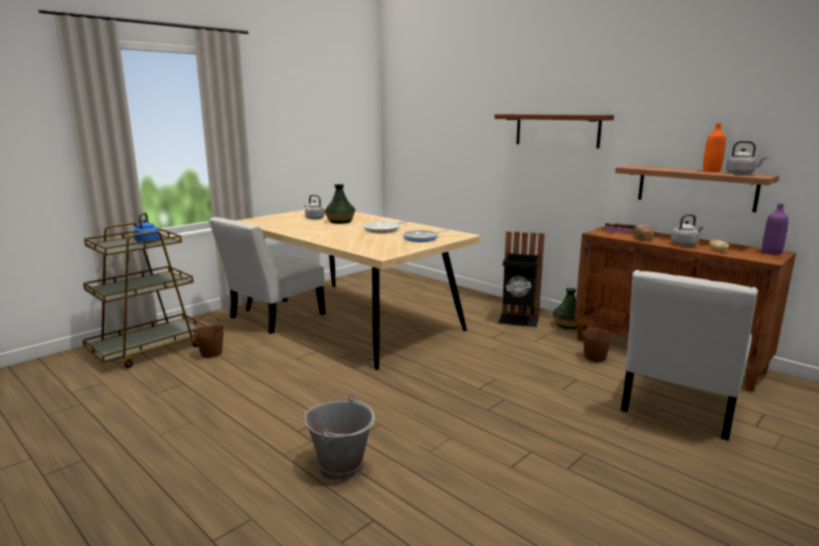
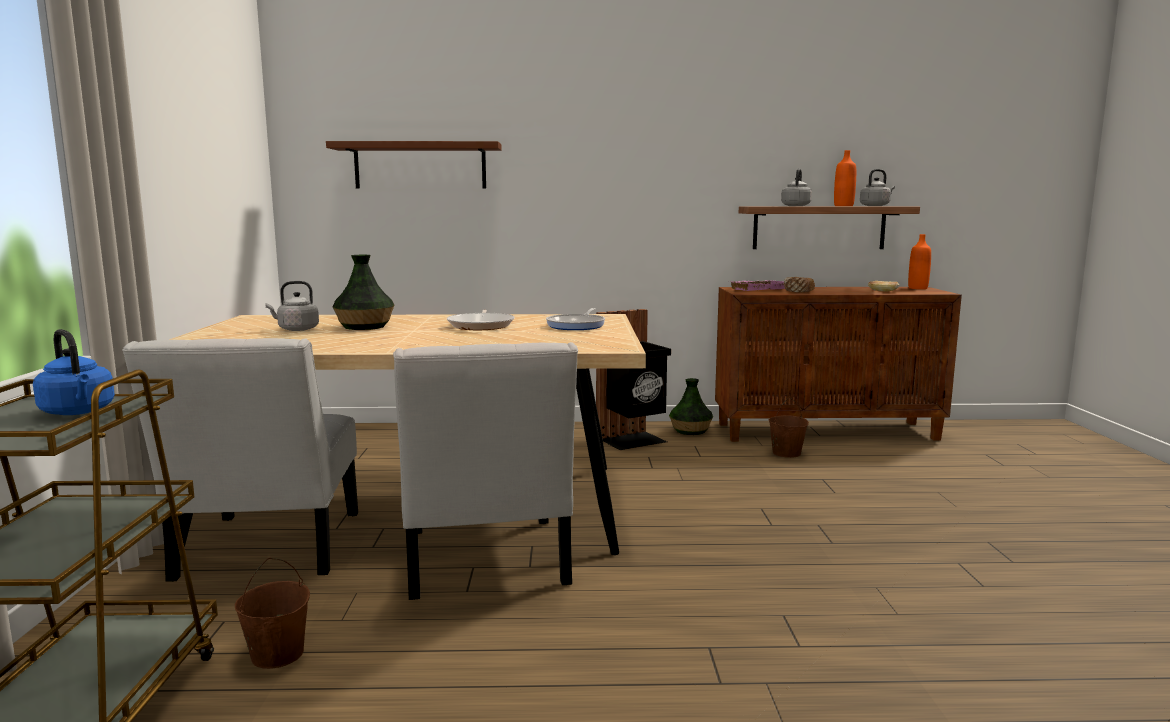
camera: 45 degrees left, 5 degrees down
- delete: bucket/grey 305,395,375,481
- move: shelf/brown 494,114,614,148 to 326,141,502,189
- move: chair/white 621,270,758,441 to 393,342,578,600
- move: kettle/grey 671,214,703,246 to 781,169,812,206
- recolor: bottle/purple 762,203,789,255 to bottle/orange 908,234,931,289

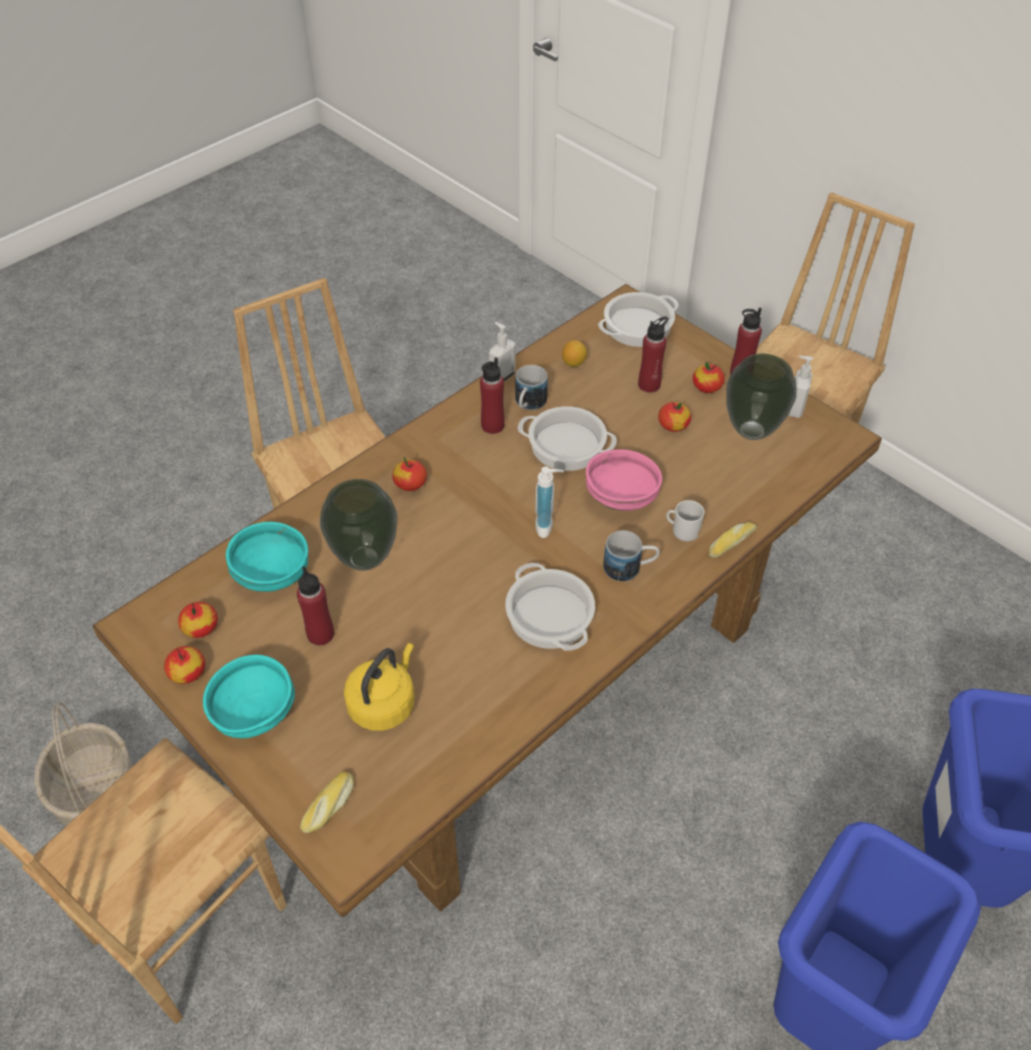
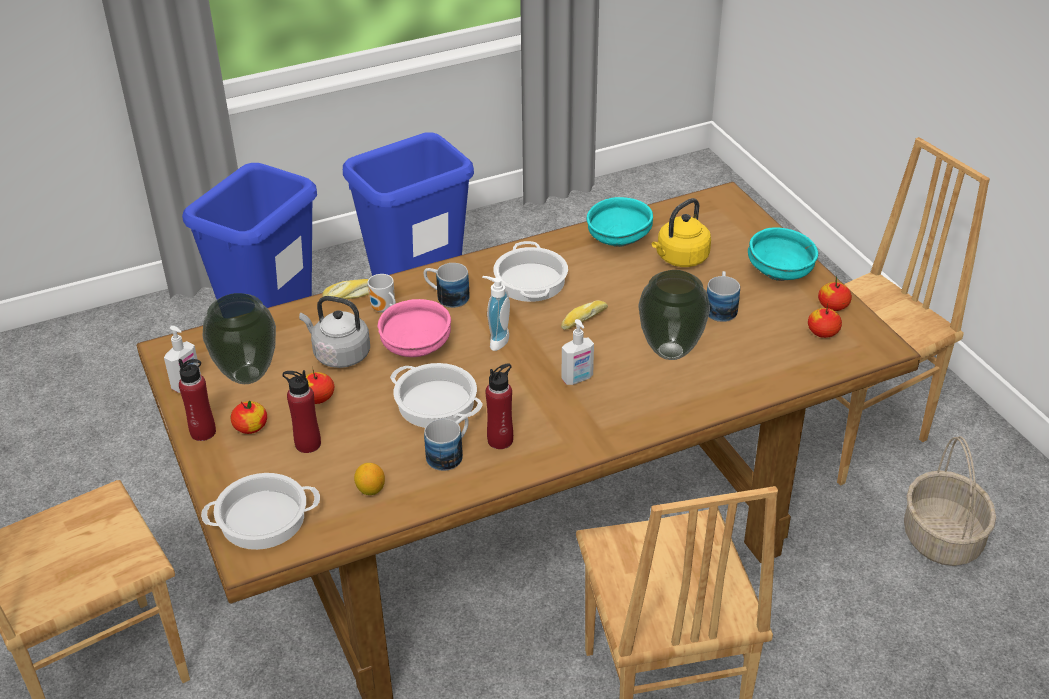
camera: 160 degrees left, 10 degrees down
- move: bowl/turquoise 226,522,308,592 to 587,197,653,247
- replace: bottle/red 297,566,334,645 to mug 707,271,740,322
- move: bread 300,772,354,833 to 561,300,608,330
- delete: apple 392,457,427,491
- move: soap dispenser 489,322,515,382 to 562,319,594,385
- insert: kettle/grey 299,296,370,368

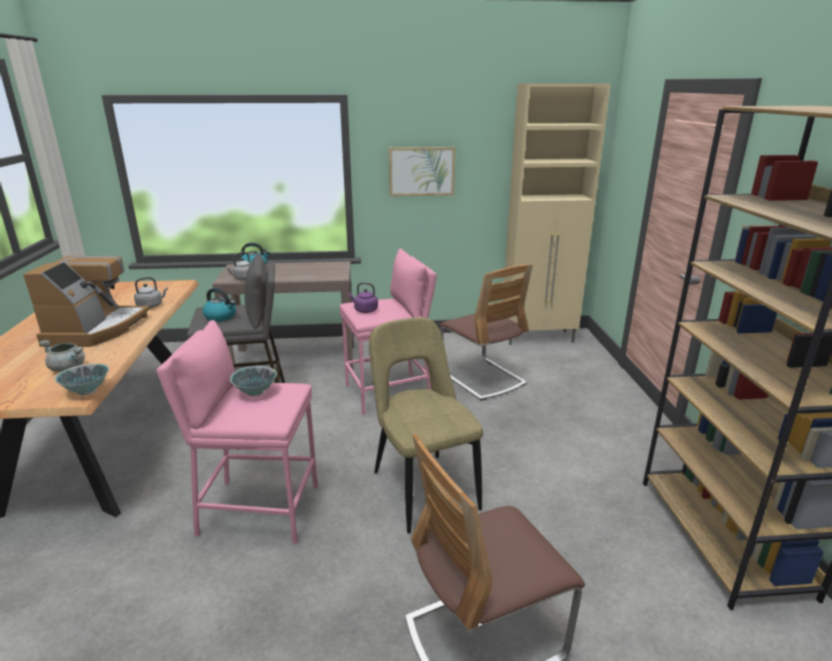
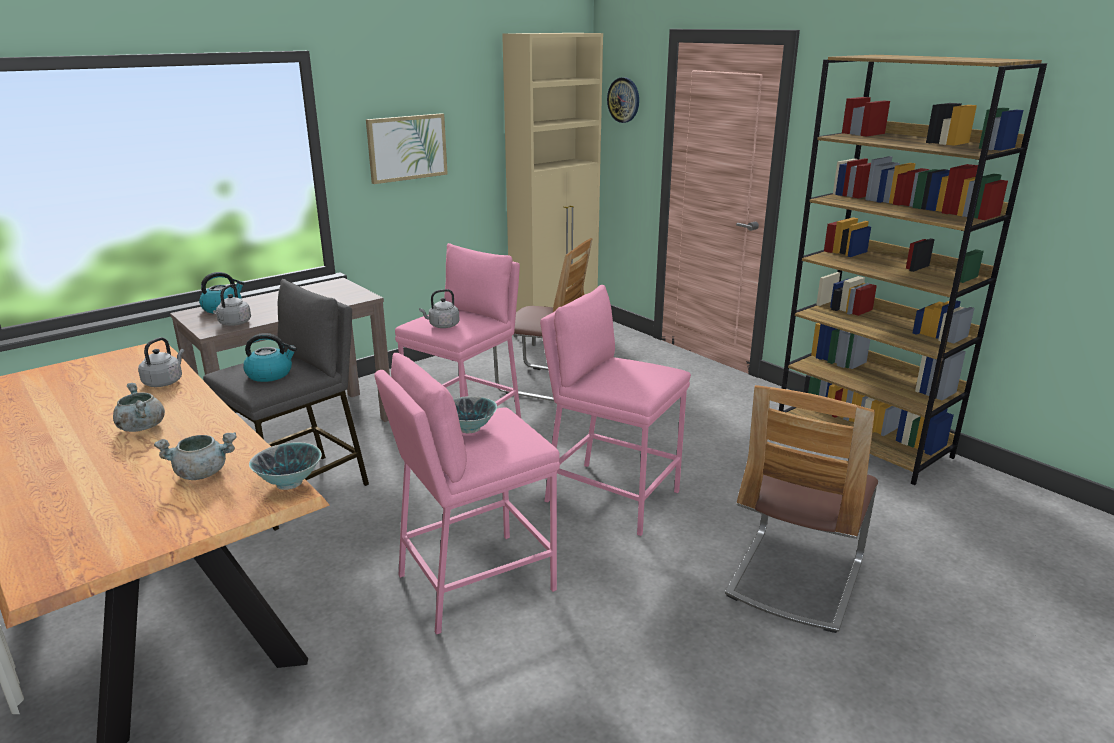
camera: 35 degrees left, 0 degrees up
- replace: coffee machine 23,256,150,347 to cooking pot/grey 113,383,165,432
- recolor: kettle/purple 349,282,378,313 to kettle/grey 419,289,460,328
- replace: chair/beige 369,317,483,533 to stool/pink 540,285,691,536
- insert: wall clock 607,77,639,123

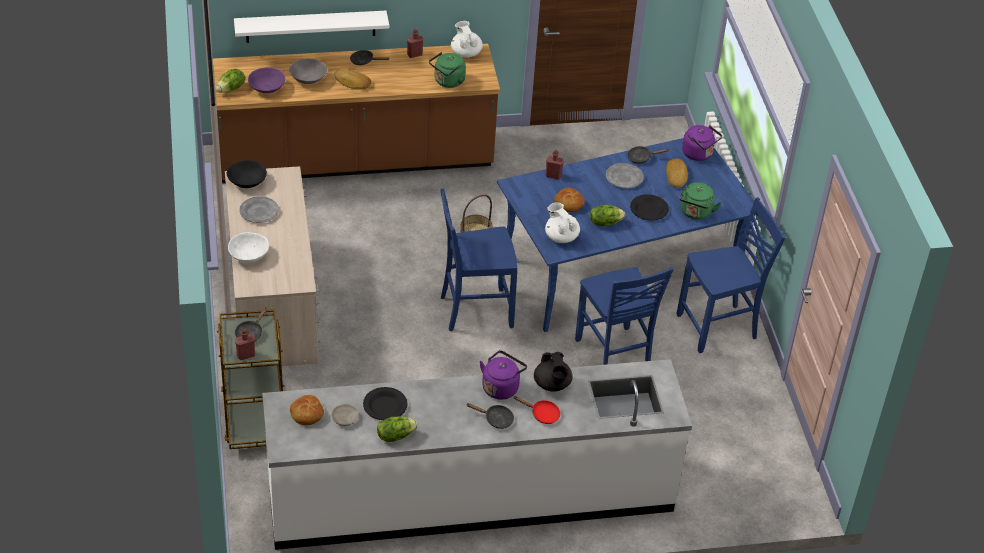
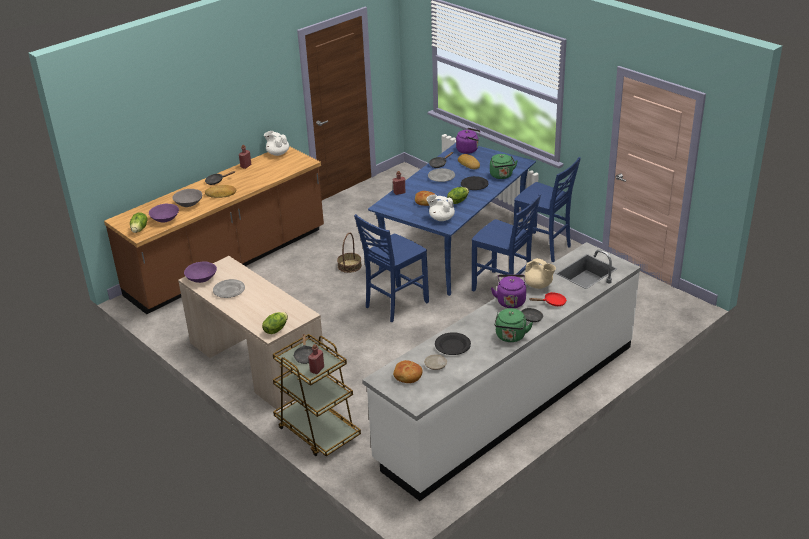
camera: 30 degrees left, 10 degrees down
- recolor: bowl/black 227,160,267,188 to bowl/purple 184,261,217,283
- delete: bowl/white 228,232,269,262
- delete: shelf/white 234,11,389,43
- move: lettuce 377,416,417,442 to 262,312,288,334
- move: kettle/green 429,52,466,88 to 494,308,533,342
- recolor: teapot/black 534,352,573,392 to teapot/beige 524,258,556,289
- rotate: chair/blue 676,197,785,353 = 514,157,581,262 90 degrees clockwise

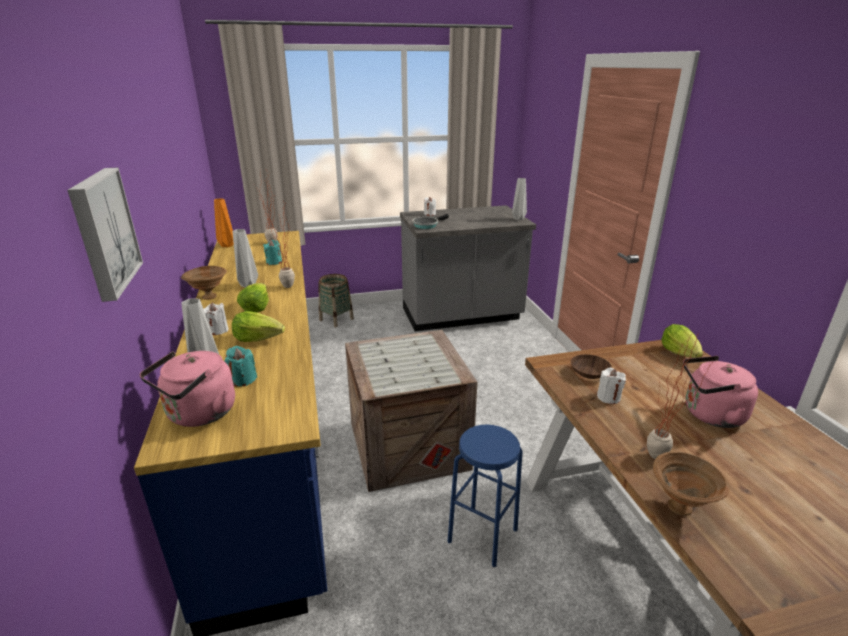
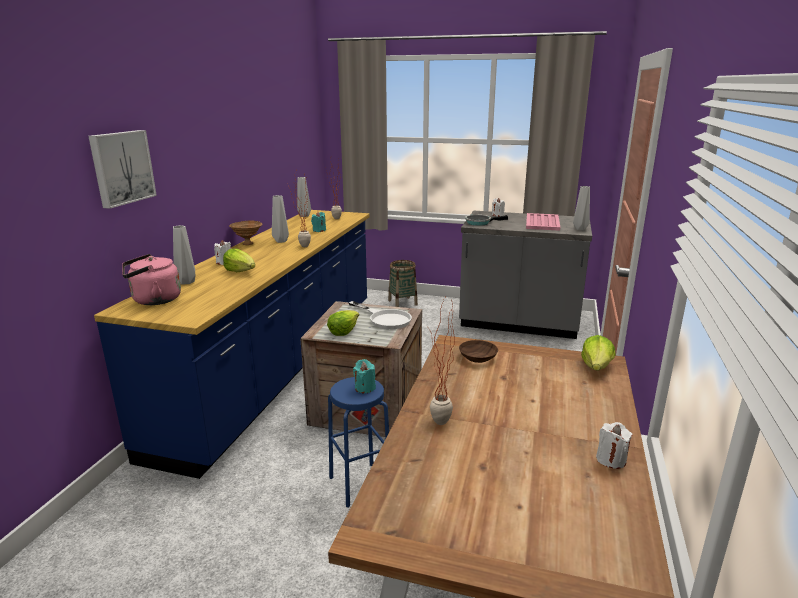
camera: 30 degrees right, 5 degrees down
- recolor: vase/orange 214,198,233,247 to vase/grey 297,177,311,217
- move: candle/turquoise 225,346,257,387 to 353,359,376,394
- move: lettuce 237,283,269,312 to 327,310,359,336
- move: candle/white 597,368,626,404 to 596,422,632,469
- delete: bowl/brown 653,452,730,516
- delete: kettle/pink 683,356,758,428
- insert: frying pan/white 349,301,412,329
- insert: tray/pink 526,213,560,231

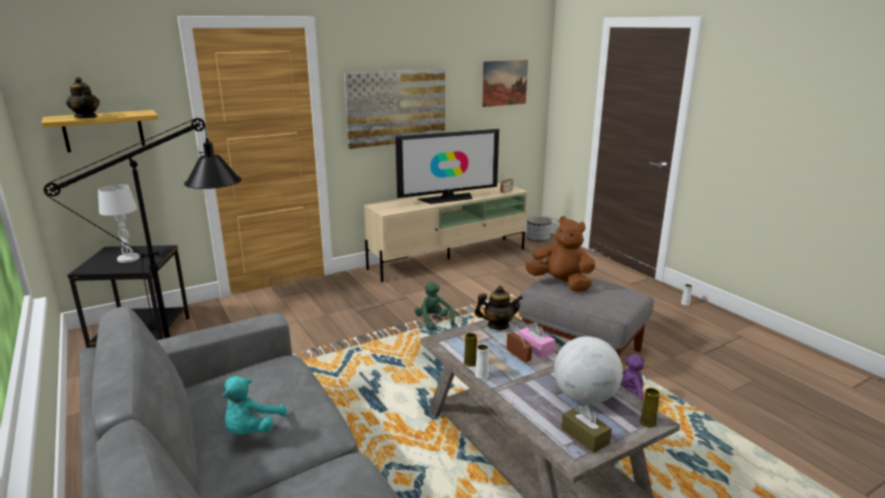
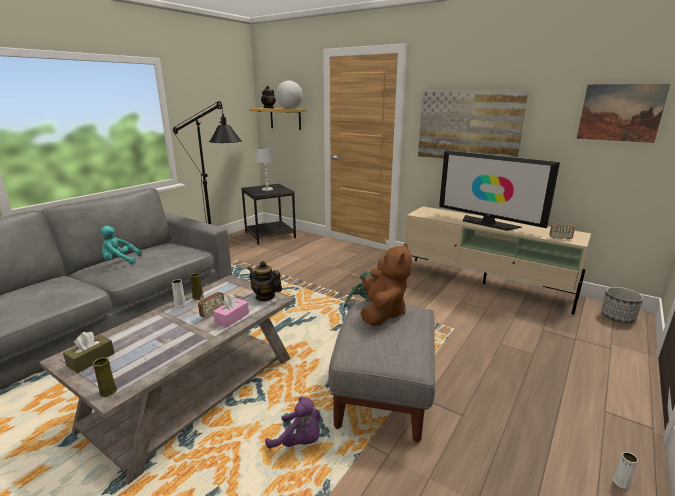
camera: 65 degrees right, 0 degrees up
- rotate: teapot 475,286,523,330 = 247,261,282,301 150 degrees clockwise
- move: globe 554,336,623,404 to 276,80,303,109

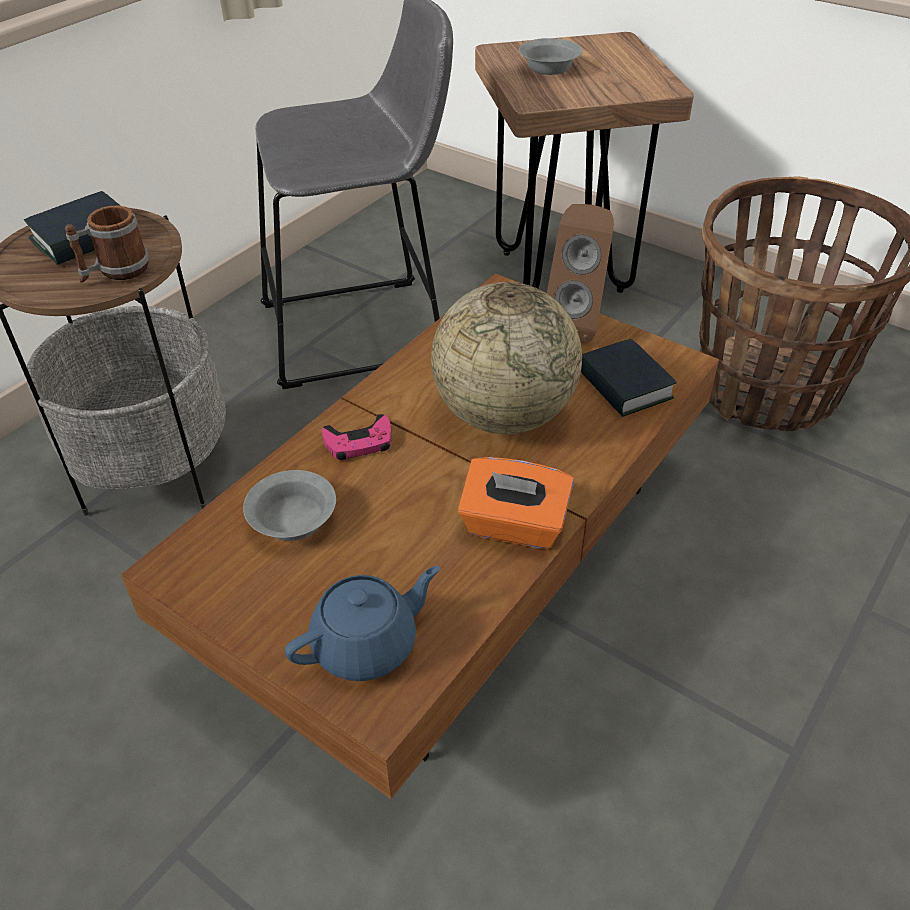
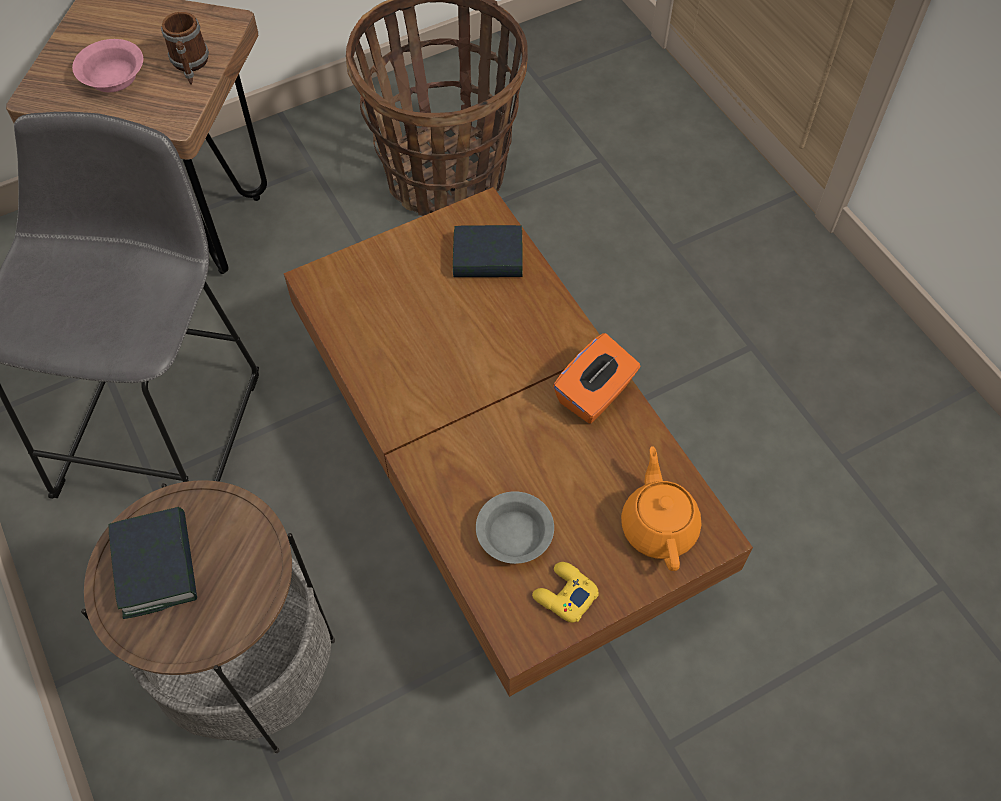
camera: 65 degrees left, 15 degrees up
- move: mug 65,206,149,283 to 161,12,209,84
- recolor: teapot/blue 285,566,440,681 to teapot/orange 621,446,702,571
- delete: game controller/pink 322,414,391,460
- delete: globe 431,282,582,434
- recolor: bowl/grey 519,38,583,75 to bowl/pink 72,39,143,92
- delete: speaker/brown 547,204,614,344
- insert: game controller/yellow 532,562,599,623

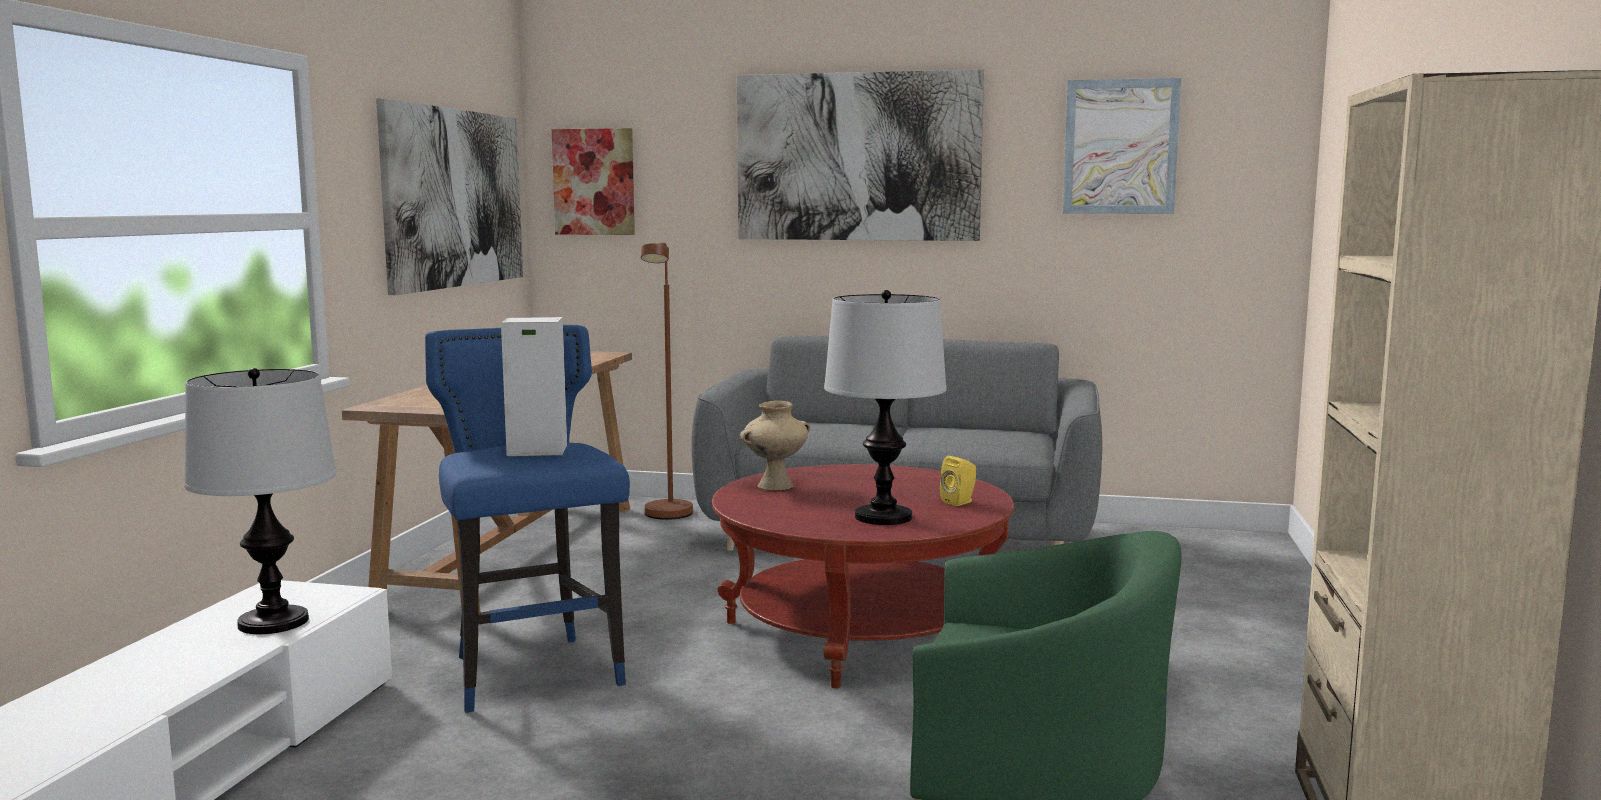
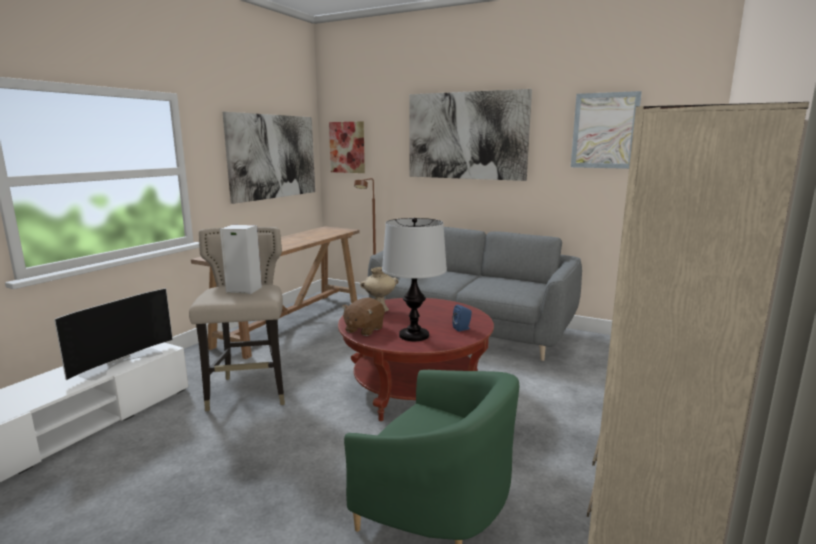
camera: 15 degrees right, 5 degrees up
- replace: table lamp 184,368,337,634 to television 54,288,173,380
- recolor: stool/blue 425,325,630,713 to stool/beige 189,227,285,411
- recolor: speaker/yellow 940,456,976,506 to speaker/blue 452,304,472,332
- insert: plush toy/brown 342,298,385,336

